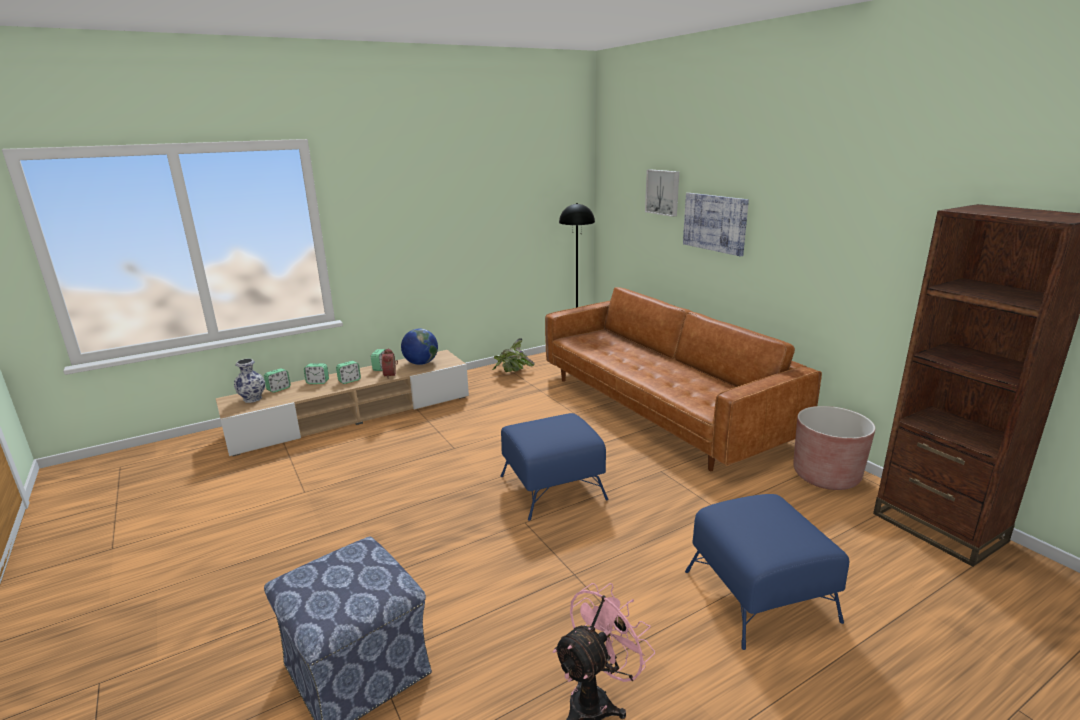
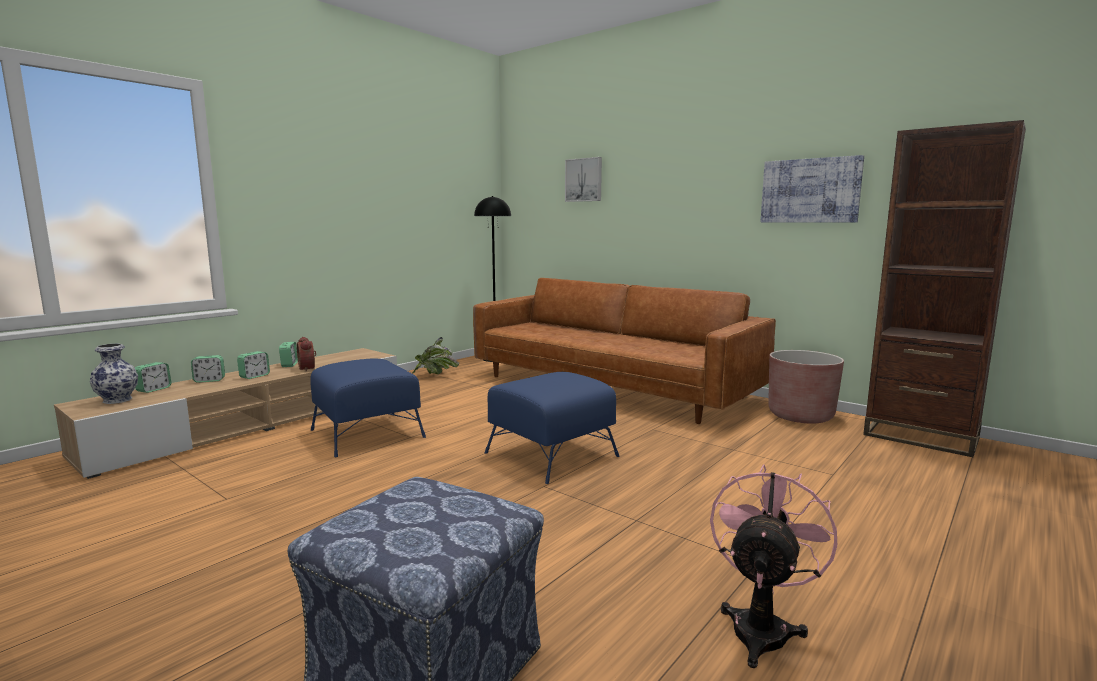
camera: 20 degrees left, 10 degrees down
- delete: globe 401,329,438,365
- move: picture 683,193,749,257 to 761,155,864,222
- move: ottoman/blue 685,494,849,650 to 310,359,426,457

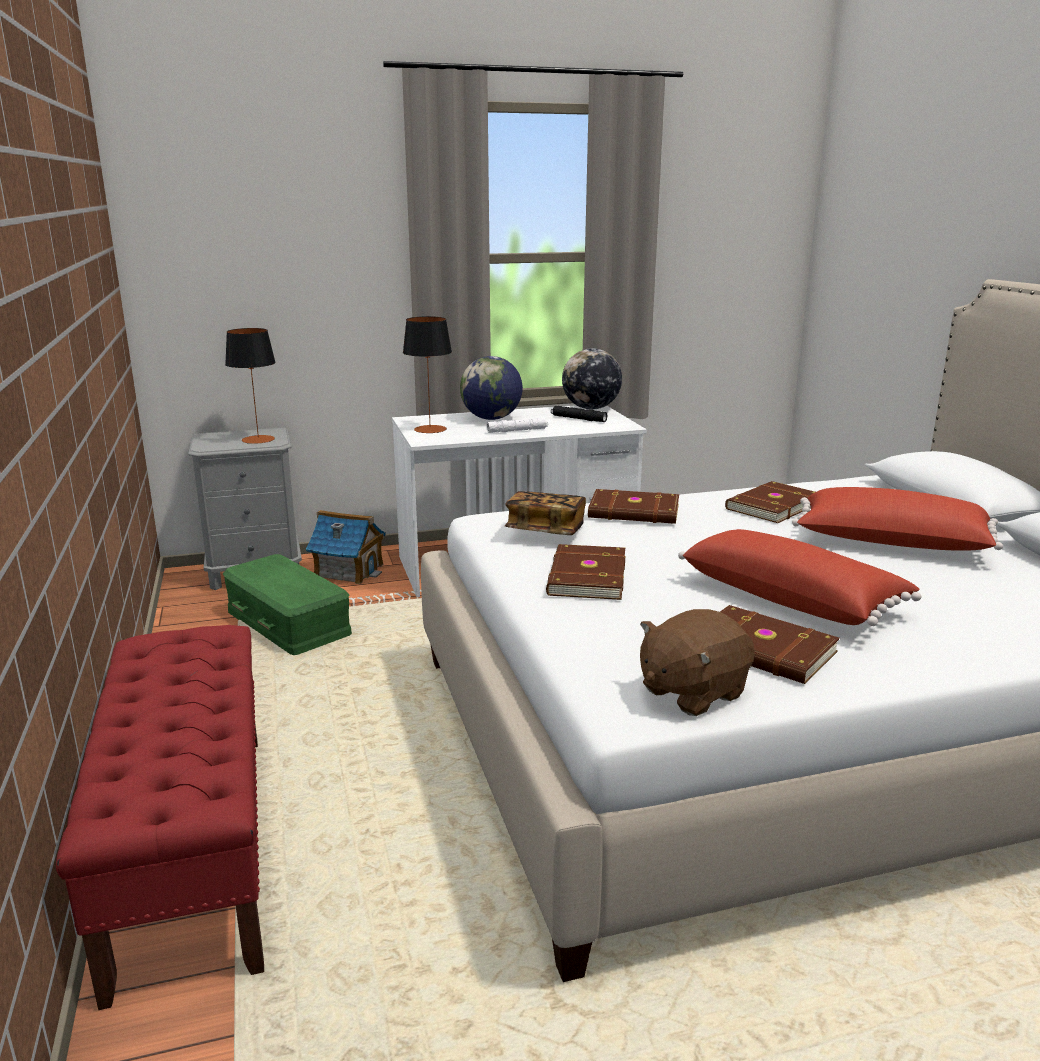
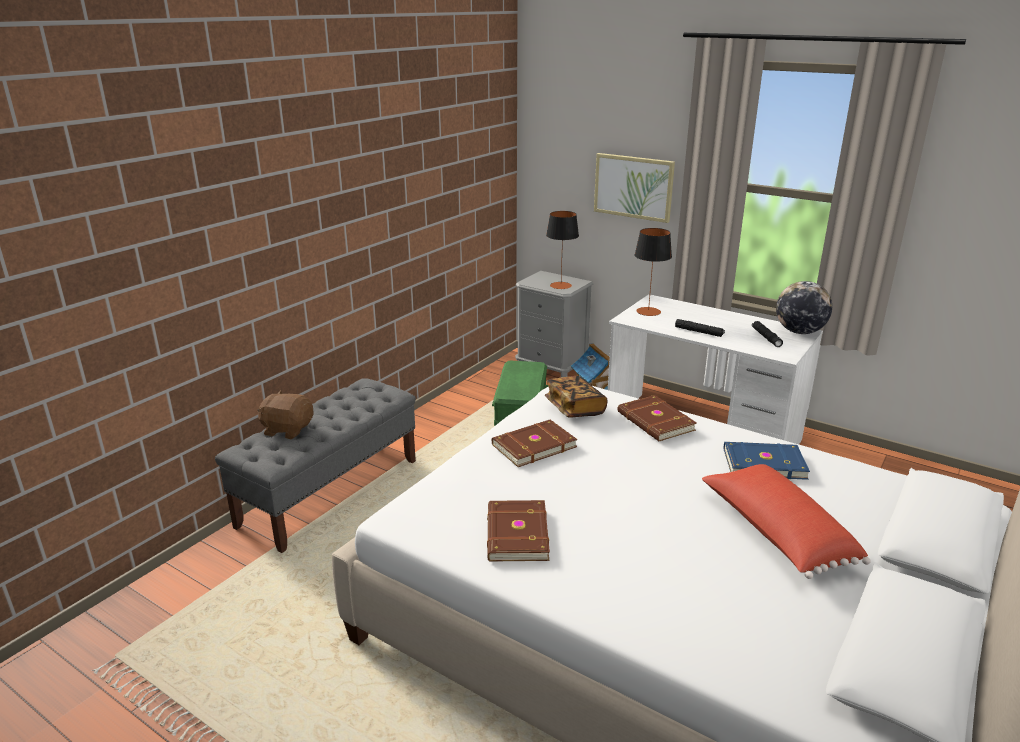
camera: 50 degrees right, 5 degrees up
- recolor: bench/red 56,625,264,1010 to bench/grey 215,378,416,553
- delete: globe 460,356,523,420
- recolor: flashlight/white 486,418,548,433 to flashlight/black 675,319,725,337
- move: plush toy/brown 640,609,755,716 to 258,391,314,439
- delete: pillow/red 678,529,921,626
- recolor: book/brown 725,481,815,523 to book/blue 724,442,810,480
- insert: picture 594,153,675,223

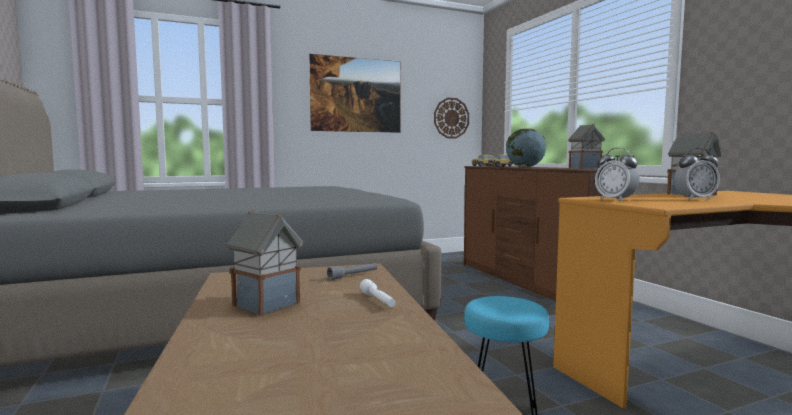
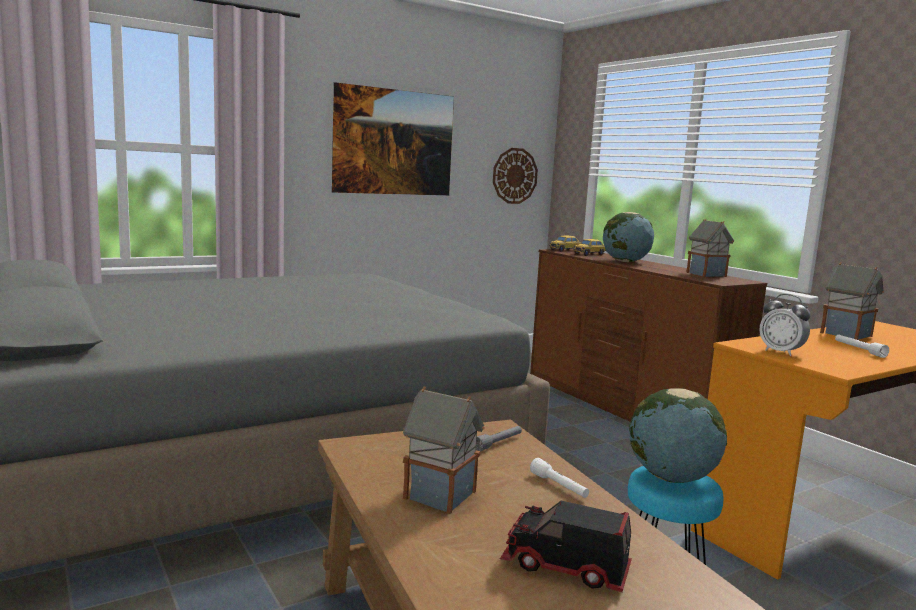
camera: 10 degrees left, 5 degrees up
- replace: alarm clock 674,148,720,200 to flashlight/white 835,334,889,358
- insert: toy truck 500,501,632,593
- insert: globe 629,388,727,483

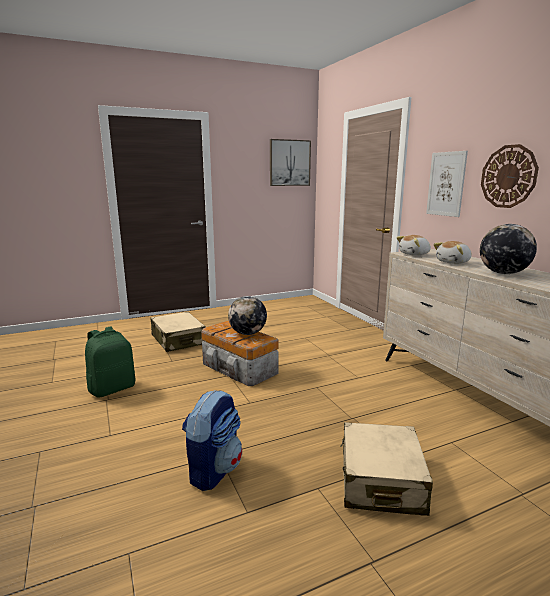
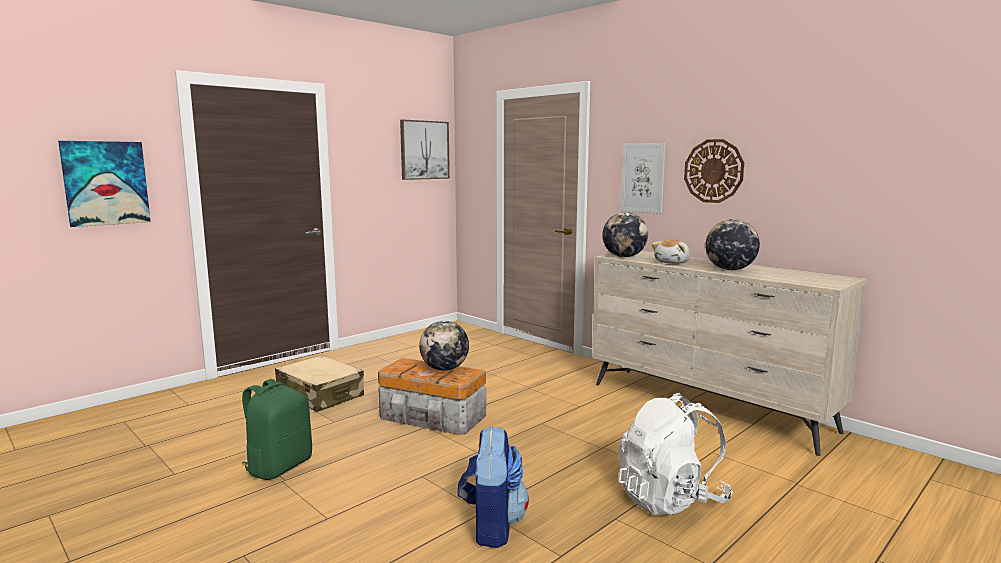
camera: 20 degrees left, 5 degrees down
- replace: suitcase/beige 340,422,433,516 to backpack/white 618,393,733,515
- replace: plush toy 397,235,431,256 to globe 602,212,648,257
- insert: picture 58,141,151,227

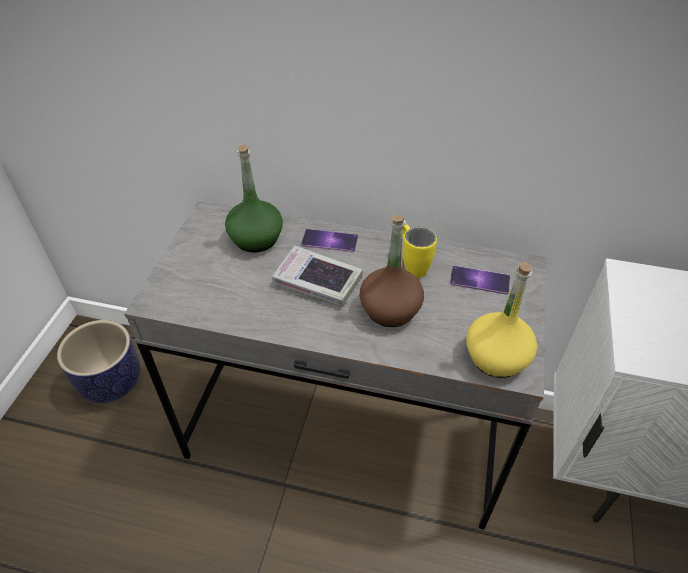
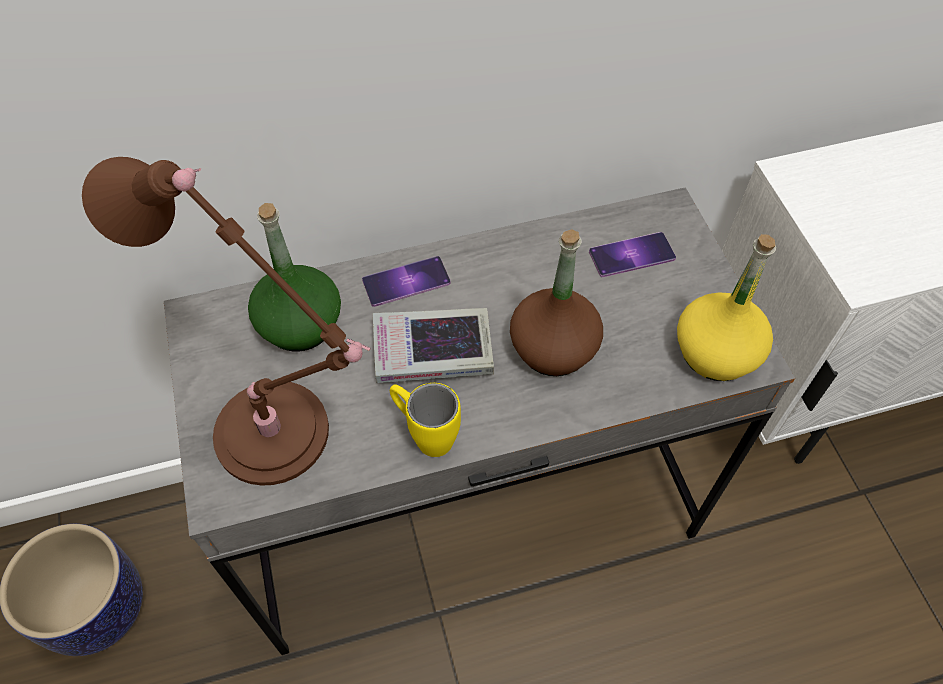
camera: 30 degrees left, 10 degrees up
- move: mug/yellow 402,224,437,278 to 390,383,461,457
- insert: table lamp/brown 82,157,371,486

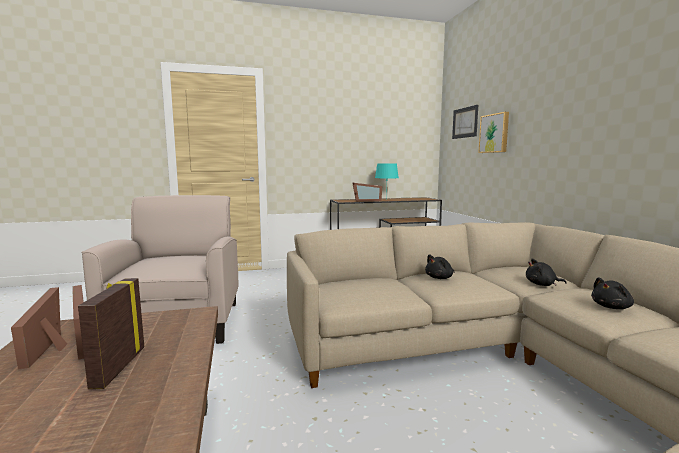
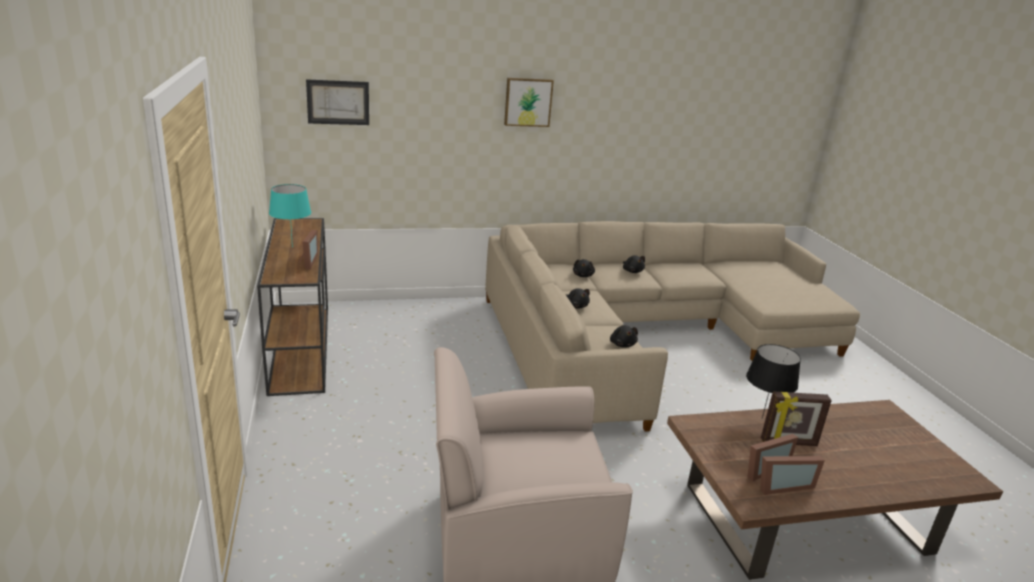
camera: 90 degrees left, 15 degrees up
- move: picture 478,112,509,153 to 504,78,554,127
- insert: plush toy/black 610,325,638,348
- insert: table lamp/black 746,344,801,419

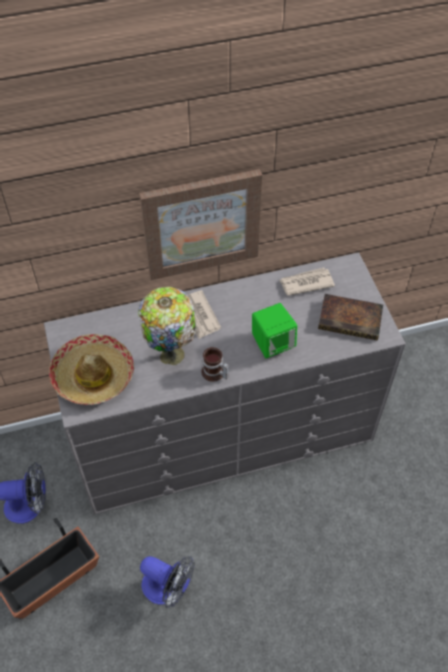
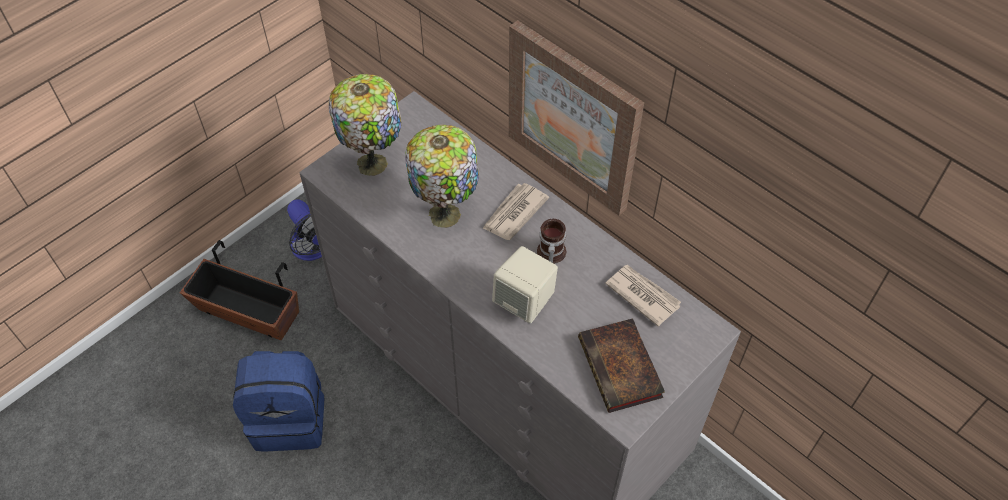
camera: 60 degrees right, 0 degrees up
- replace: hat 49,334,134,405 to table lamp 329,74,402,176
- replace: fan 140,556,195,608 to backpack/blue 233,351,324,452
- move: mug 202,347,229,382 to 537,219,566,264
- recolor: speaker/green 252,303,297,358 to speaker/beige 492,246,558,323

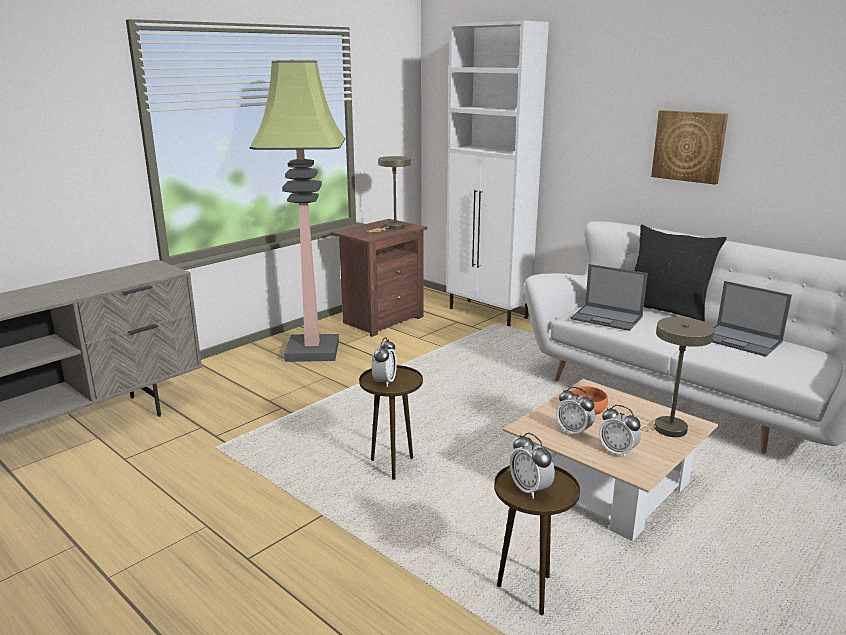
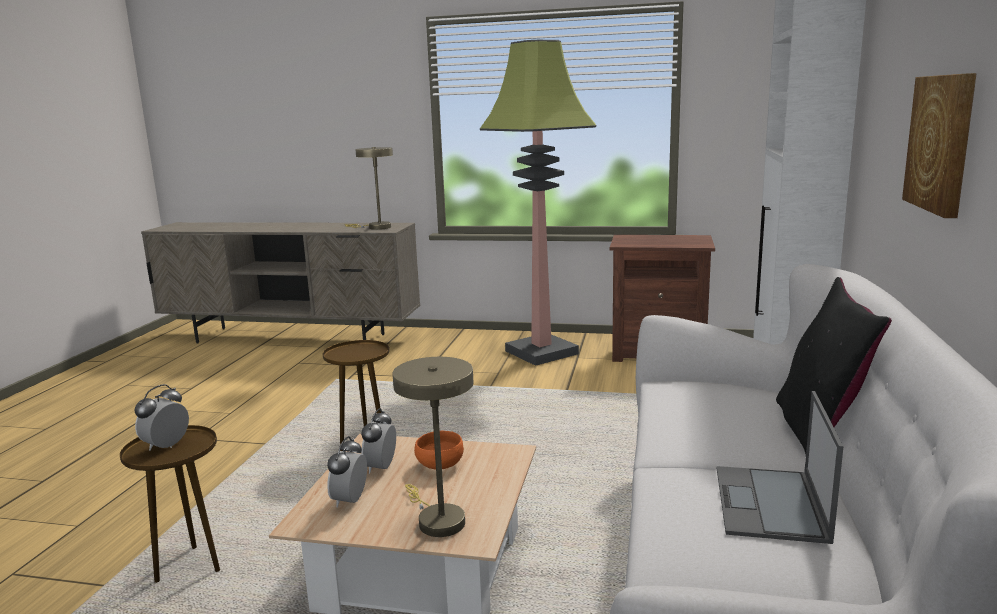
camera: 60 degrees right, 5 degrees down
- move: table lamp/beige 367,156,411,232 to 344,147,393,230
- delete: alarm clock 372,337,397,387
- delete: laptop 570,264,648,331

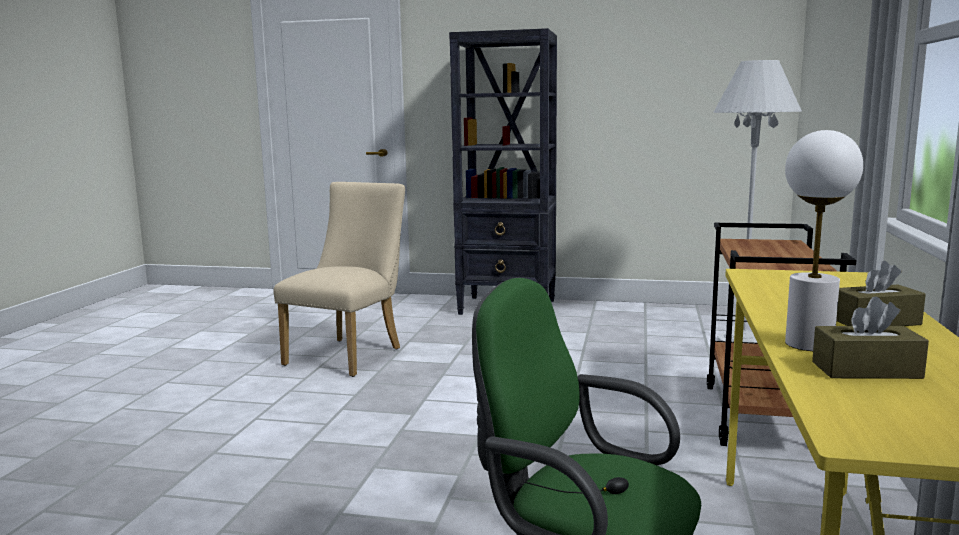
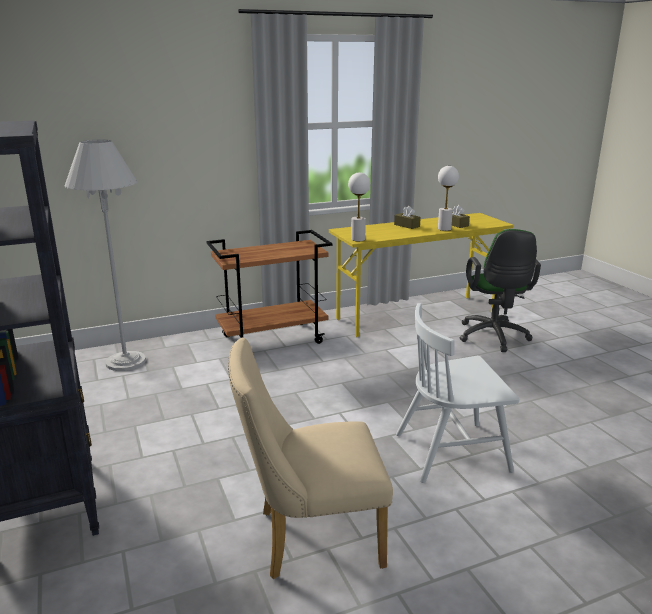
camera: 125 degrees left, 10 degrees up
- insert: table lamp/white 348,172,370,241
- insert: chair/white 396,303,519,483

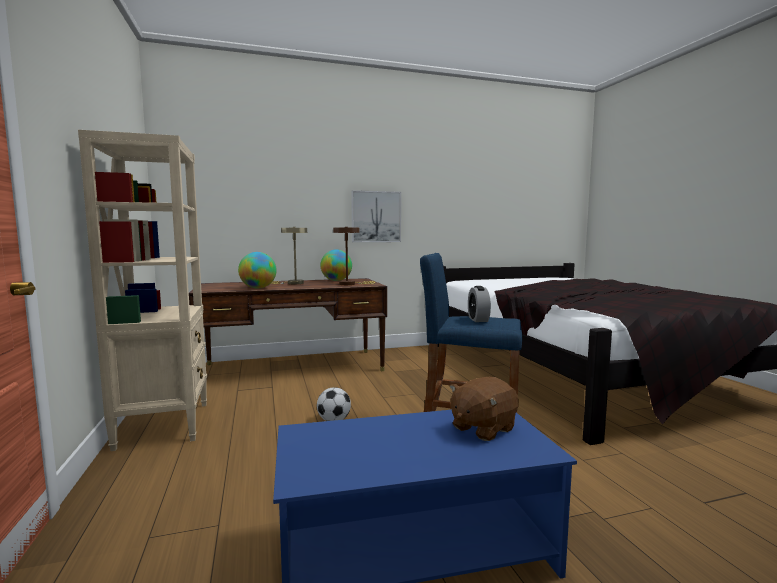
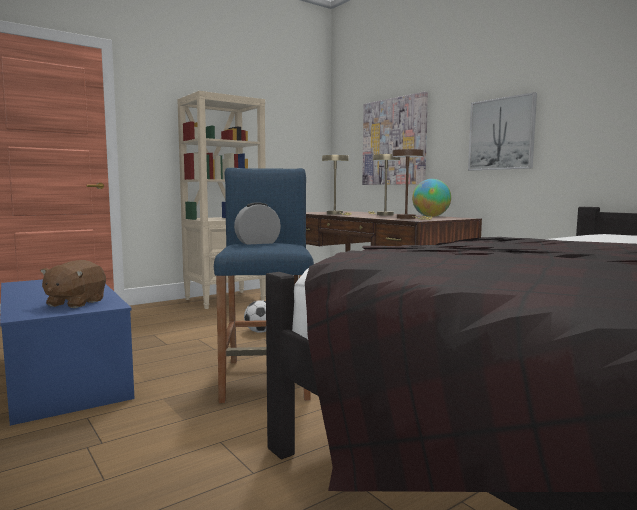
camera: 70 degrees right, 0 degrees up
- replace: globe 238,252,277,288 to table lamp/beige 322,155,352,215
- rotate: plush toy/brown 449,377,519,441 = 40,260,106,308 105 degrees counterclockwise
- insert: picture 362,92,428,185

